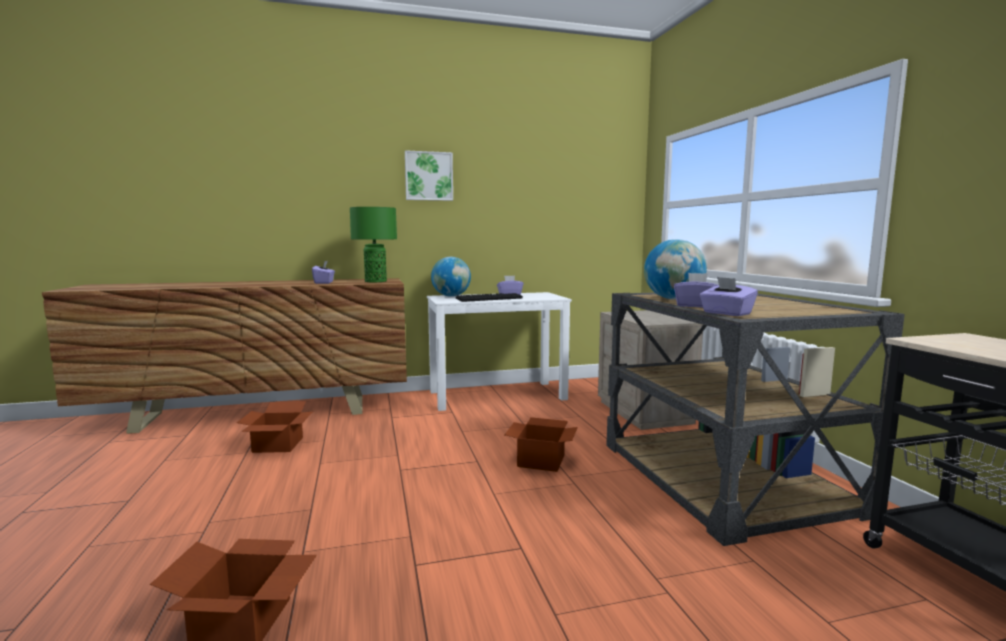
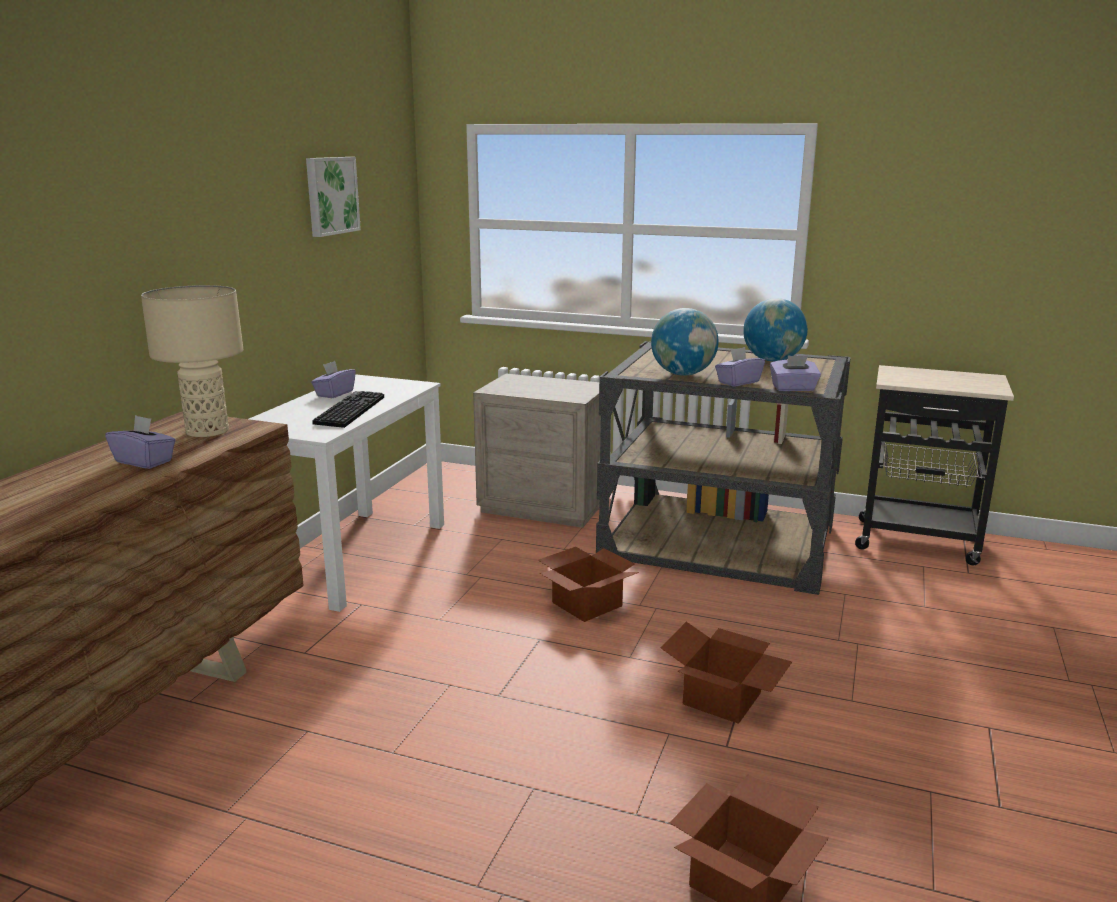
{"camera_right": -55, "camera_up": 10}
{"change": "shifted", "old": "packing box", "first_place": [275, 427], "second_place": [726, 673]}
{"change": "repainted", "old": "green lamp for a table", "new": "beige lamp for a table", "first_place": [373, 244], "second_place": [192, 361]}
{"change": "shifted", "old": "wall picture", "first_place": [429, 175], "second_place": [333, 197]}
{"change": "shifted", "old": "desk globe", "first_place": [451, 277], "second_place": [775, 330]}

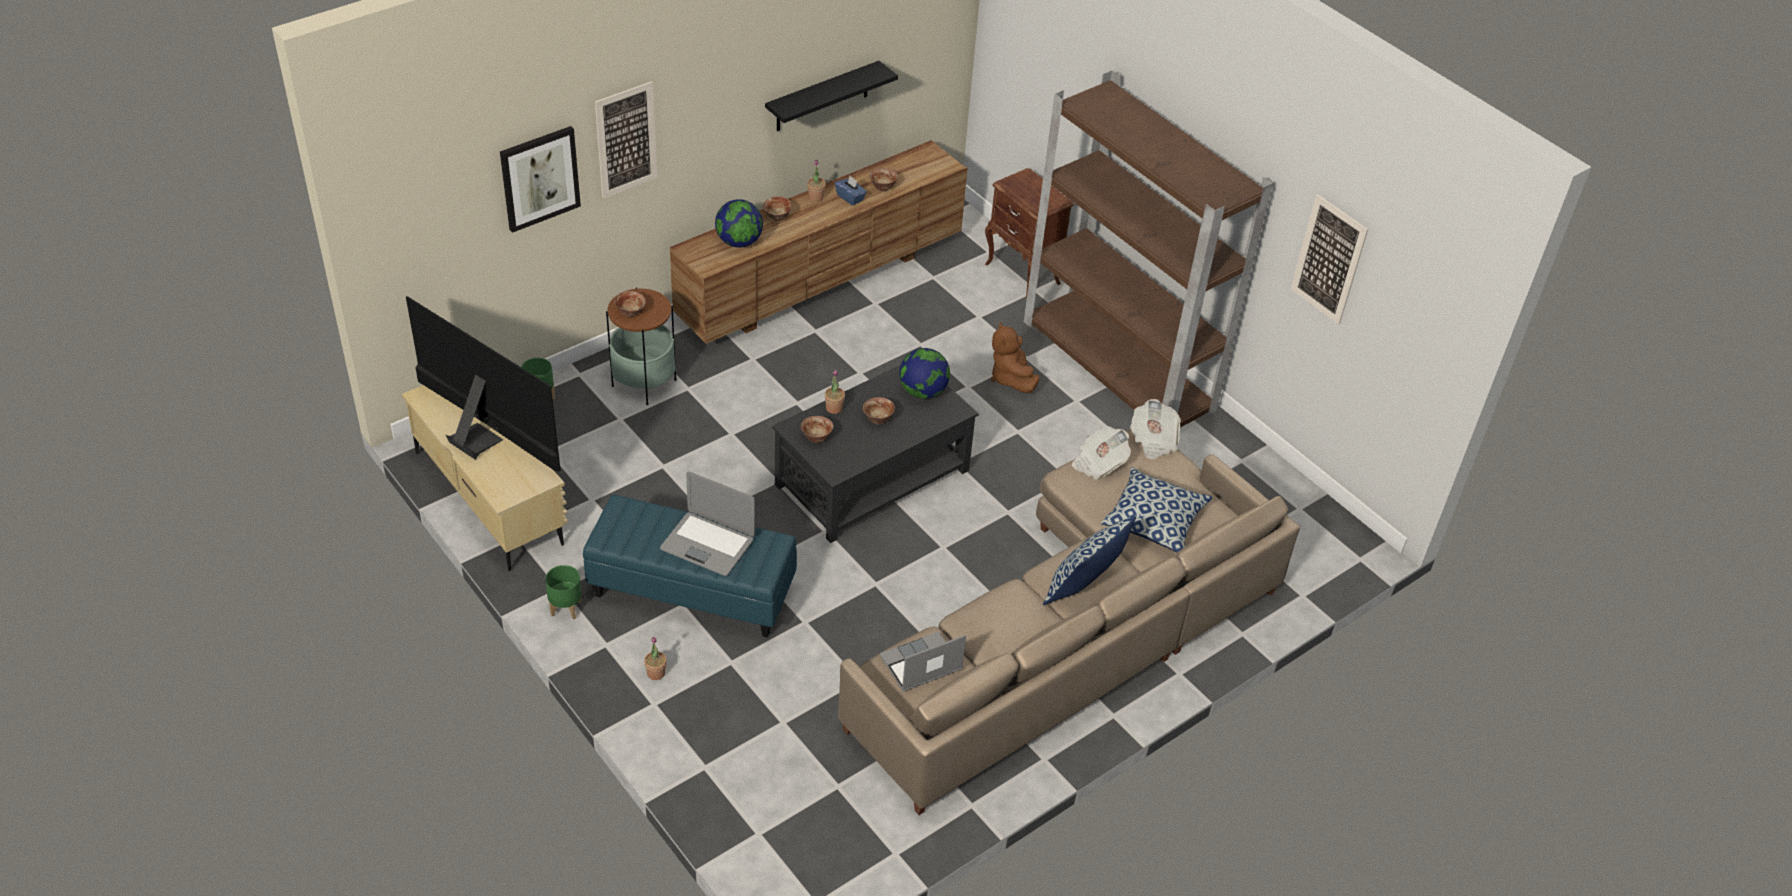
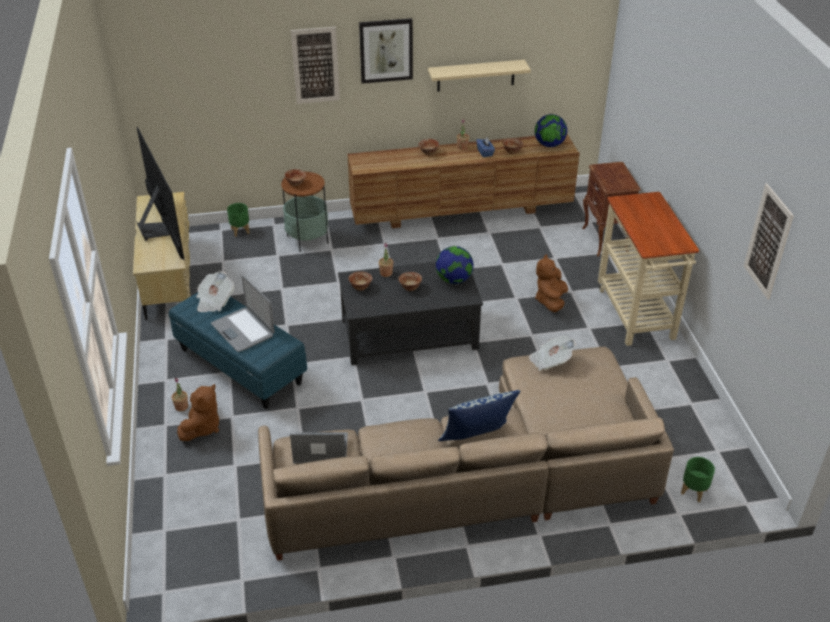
{"camera_right": 30, "camera_up": -5}
{"change": "shifted", "old": "wall picture", "first_place": [540, 179], "second_place": [386, 51]}
{"change": "shifted", "old": "green planter", "first_place": [563, 592], "second_place": [698, 479]}
{"change": "shifted", "old": "desk globe", "first_place": [739, 223], "second_place": [551, 130]}
{"change": "repainted", "old": "black wall shelf", "new": "beige wall shelf", "first_place": [831, 96], "second_place": [479, 76]}
{"change": "swapped", "old": "brown bookcase", "new": "beige trolley", "first_place": [1148, 249], "second_place": [648, 269]}
{"change": "gone", "old": "cushion", "first_place": [1157, 510]}
{"change": "shifted", "old": "printed paper", "first_place": [1155, 429], "second_place": [215, 291]}
{"change": "new", "new": "brown cuddly toy", "second_place": [198, 412]}

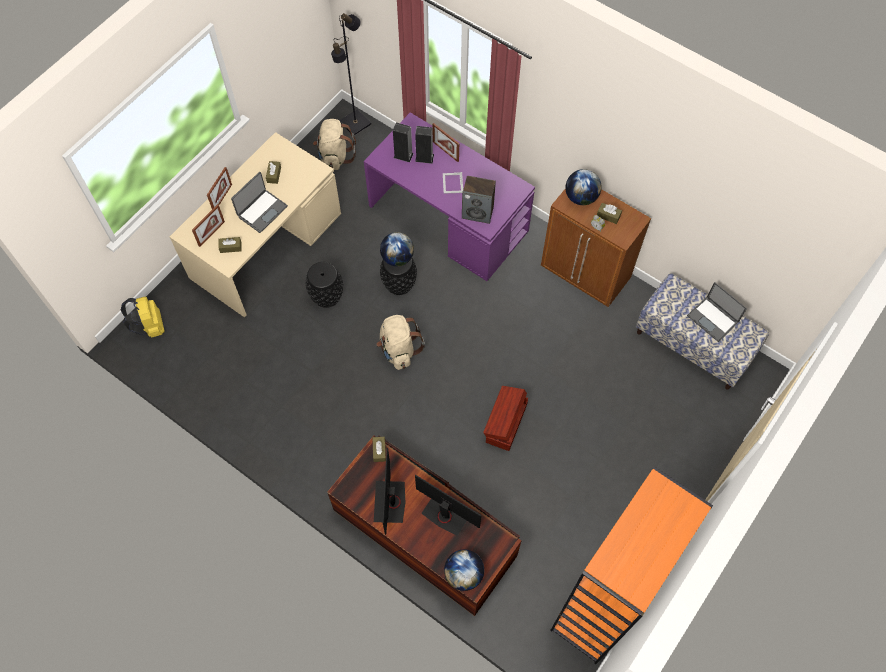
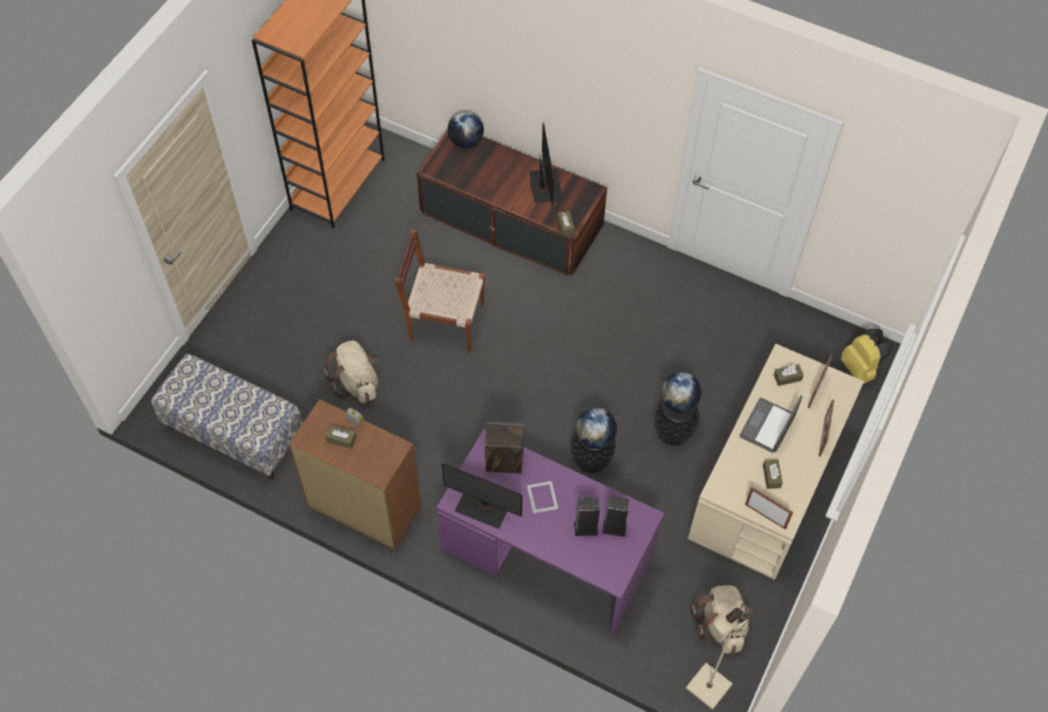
{"camera_right": 170, "camera_up": -5}
{"change": "repainted", "old": "black standing lamp", "new": "beige standing lamp", "first_place": [351, 74], "second_place": [717, 656]}
{"change": "shifted", "old": "beige knapsack", "first_place": [401, 342], "second_place": [350, 372]}
{"change": "shifted", "old": "computer screen", "first_place": [448, 505], "second_place": [482, 496]}
{"change": "shifted", "old": "photo frame", "first_place": [445, 142], "second_place": [769, 508]}
{"change": "swapped", "old": "brown storage bin", "new": "upright chair", "first_place": [505, 418], "second_place": [440, 291]}
{"change": "shifted", "old": "desk globe", "first_place": [583, 187], "second_place": [681, 392]}
{"change": "gone", "old": "laptop", "first_place": [717, 312]}

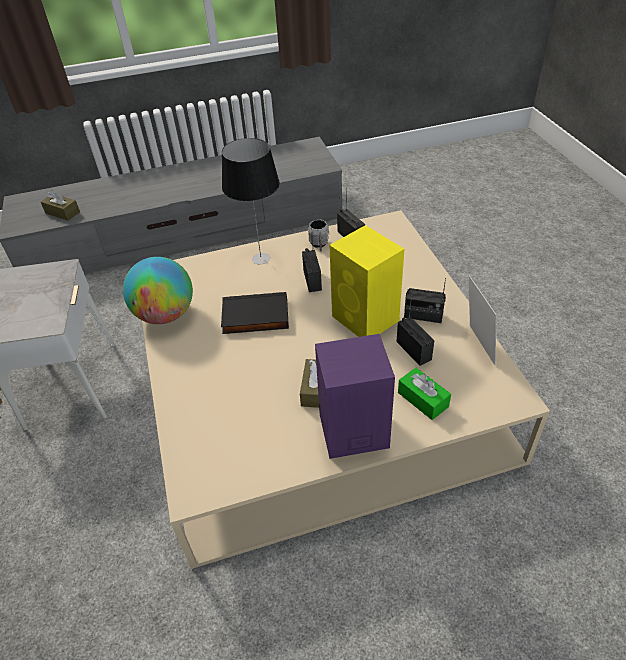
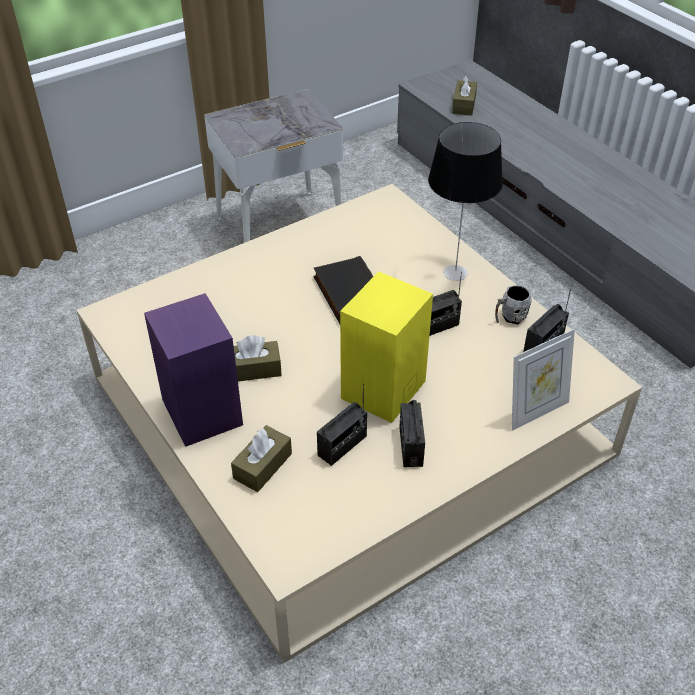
{"camera_right": 70, "camera_up": 0}
{"change": "gone", "old": "desk globe", "first_place": [158, 290]}
{"change": "repainted", "old": "green tissue holder", "new": "brown tissue holder", "first_place": [424, 394], "second_place": [261, 458]}
{"change": "shifted", "old": "photo frame", "first_place": [482, 320], "second_place": [543, 380]}

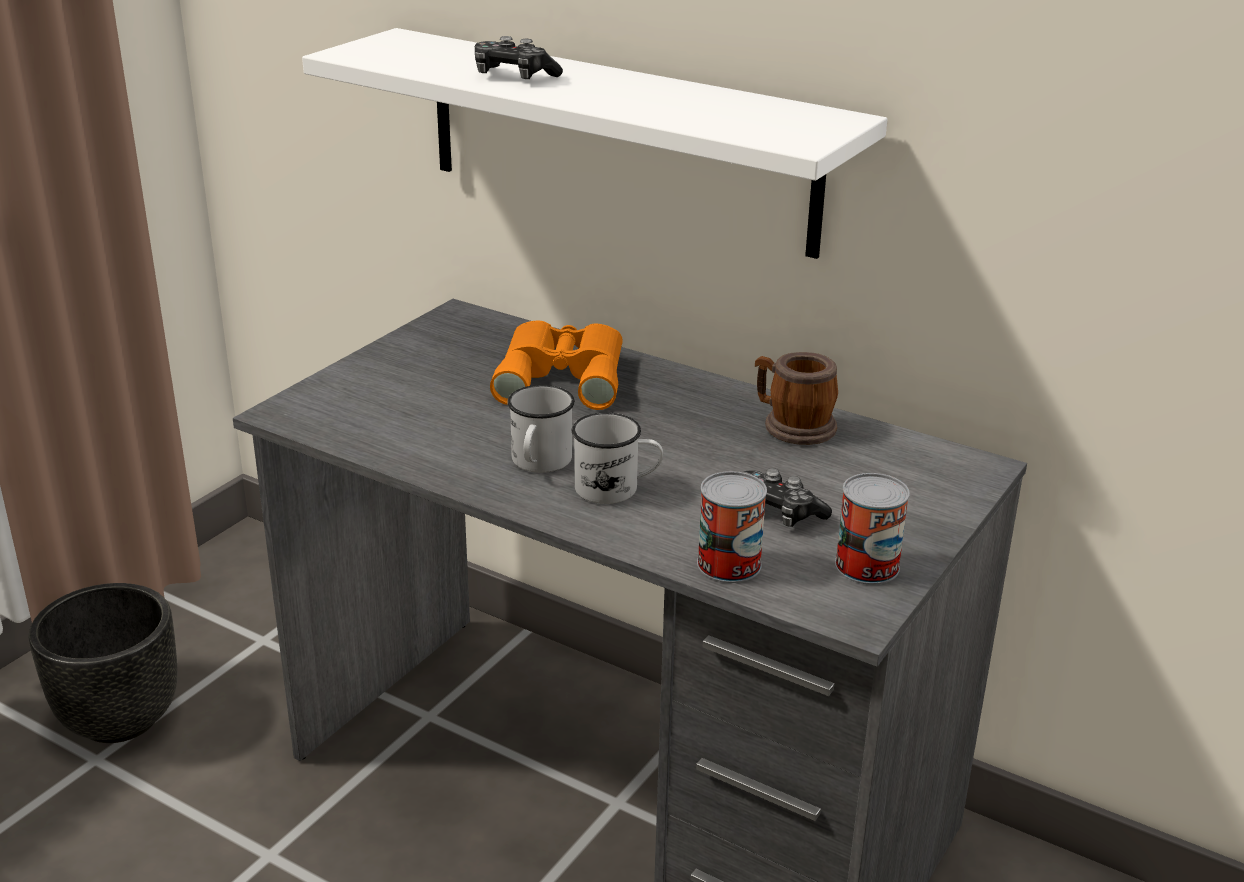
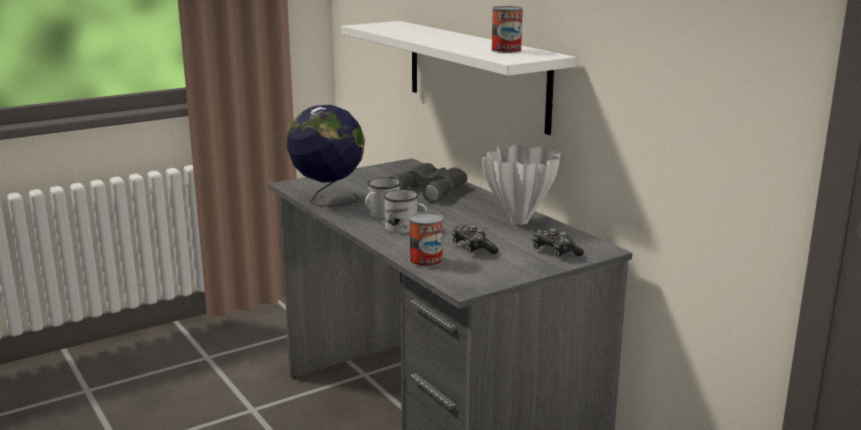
{"camera_right": 25, "camera_up": -10}
{"change": "gone", "old": "black planter", "first_place": [103, 663]}
{"change": "shifted", "old": "joypad", "first_place": [519, 57], "second_place": [558, 242]}
{"change": "repainted", "old": "orangey pair of binoculars", "new": "gray pair of binoculars", "first_place": [556, 365], "second_place": [427, 183]}
{"change": "swapped", "old": "tea mug", "new": "white-coloured decorative vase", "first_place": [796, 398], "second_place": [521, 185]}
{"change": "shifted", "old": "sealed can", "first_place": [872, 529], "second_place": [507, 29]}
{"change": "new", "new": "desk globe", "second_place": [326, 155]}

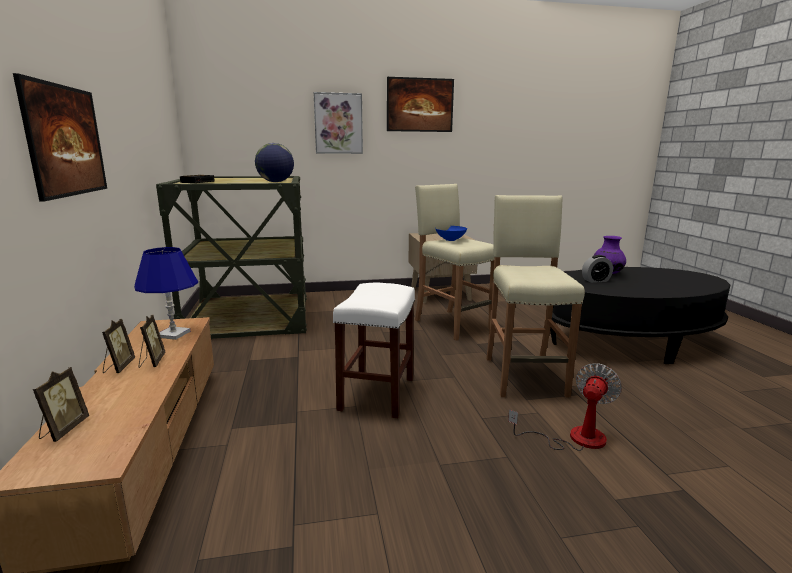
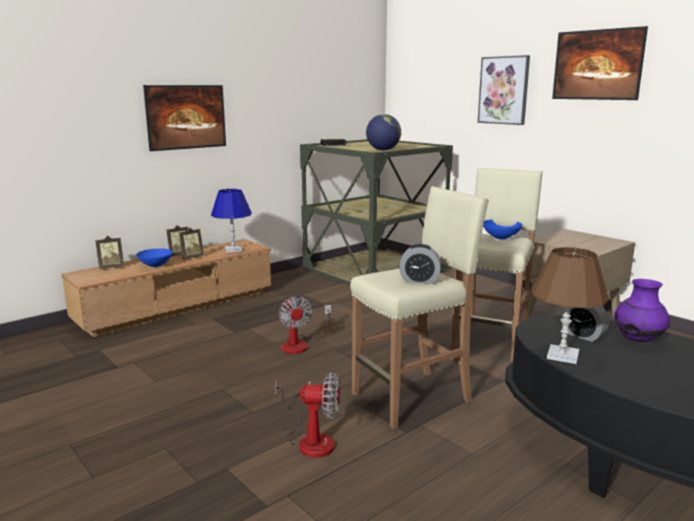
{"camera_right": 60, "camera_up": 0}
{"change": "swapped", "old": "white-coloured stool seat", "new": "fan", "first_place": [374, 350], "second_place": [305, 325]}
{"change": "new", "new": "bluish deep dish", "second_place": [154, 258]}
{"change": "new", "new": "alarm clock", "second_place": [420, 264]}
{"change": "new", "new": "brown lamp for a table", "second_place": [570, 305]}

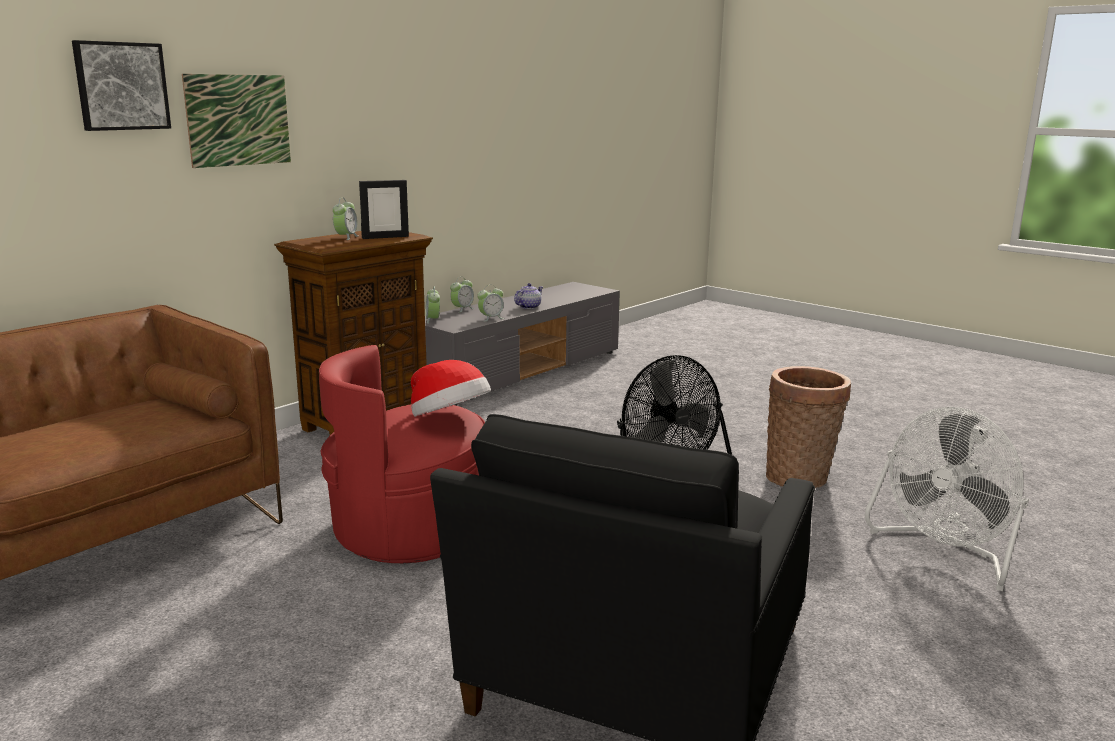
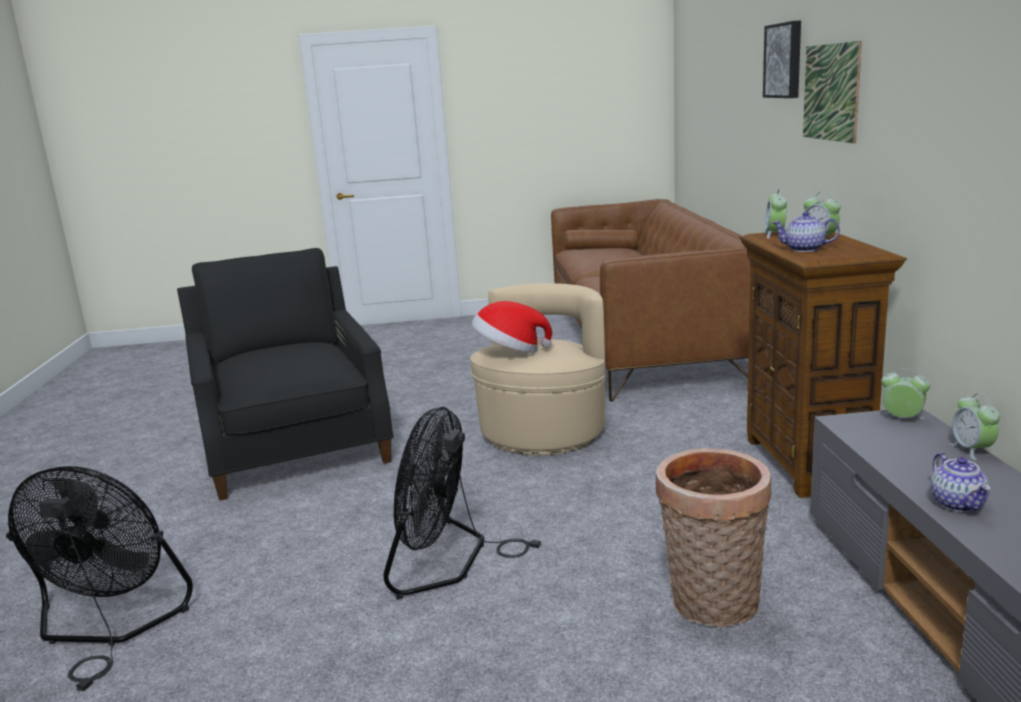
{"camera_right": 135, "camera_up": 0}
{"change": "repainted", "old": "red-coloured armchair", "new": "beige armchair", "first_place": [402, 454], "second_place": [538, 369]}
{"change": "swapped", "old": "photo frame", "new": "pot for tea", "first_place": [384, 209], "second_place": [806, 232]}
{"change": "shifted", "old": "alarm clock", "first_place": [490, 303], "second_place": [776, 214]}
{"change": "shifted", "old": "storage basket", "first_place": [808, 427], "second_place": [713, 537]}
{"change": "repainted", "old": "white-coloured fan", "new": "black fan", "first_place": [947, 499], "second_place": [99, 578]}

